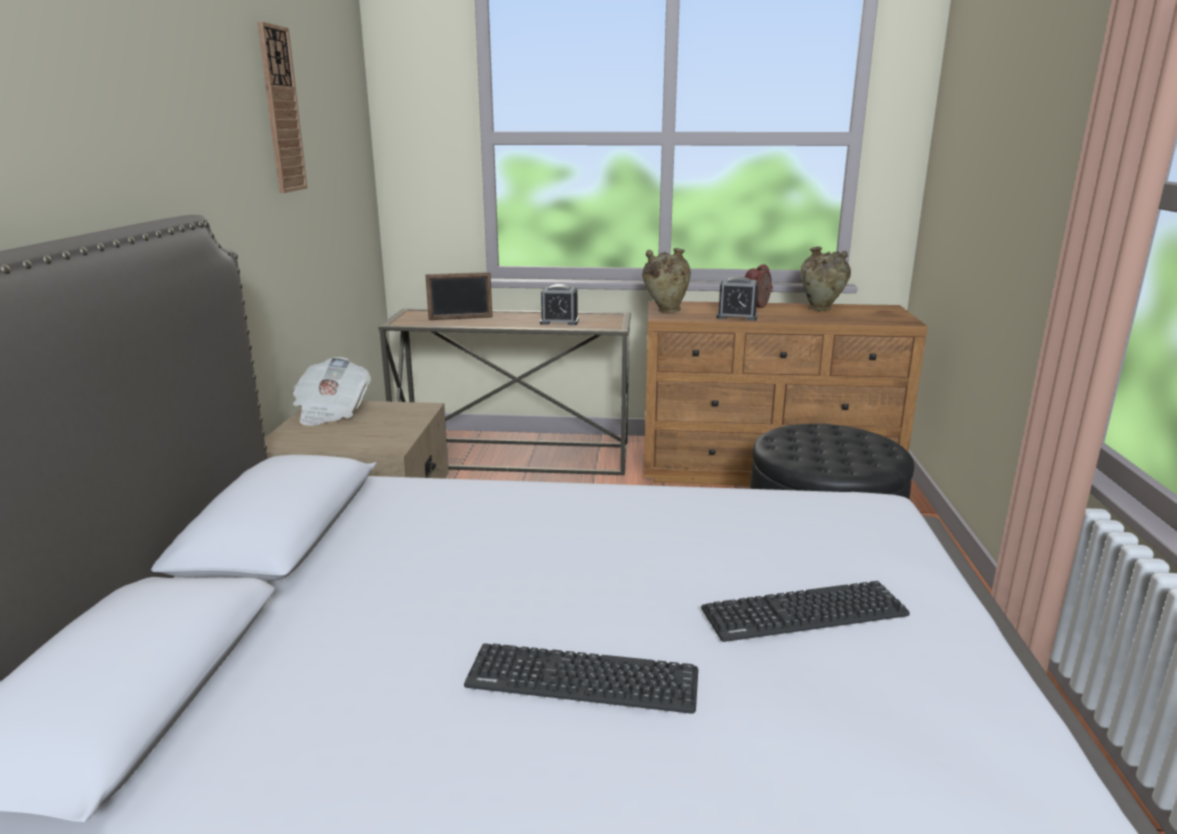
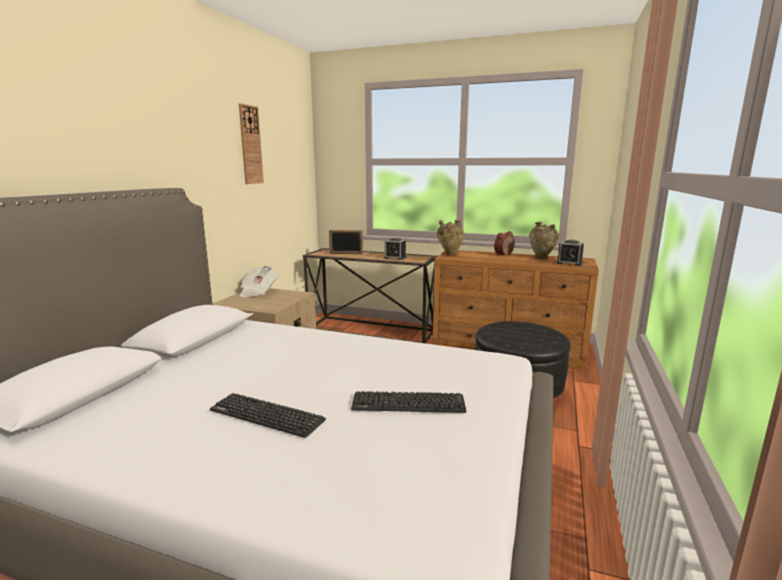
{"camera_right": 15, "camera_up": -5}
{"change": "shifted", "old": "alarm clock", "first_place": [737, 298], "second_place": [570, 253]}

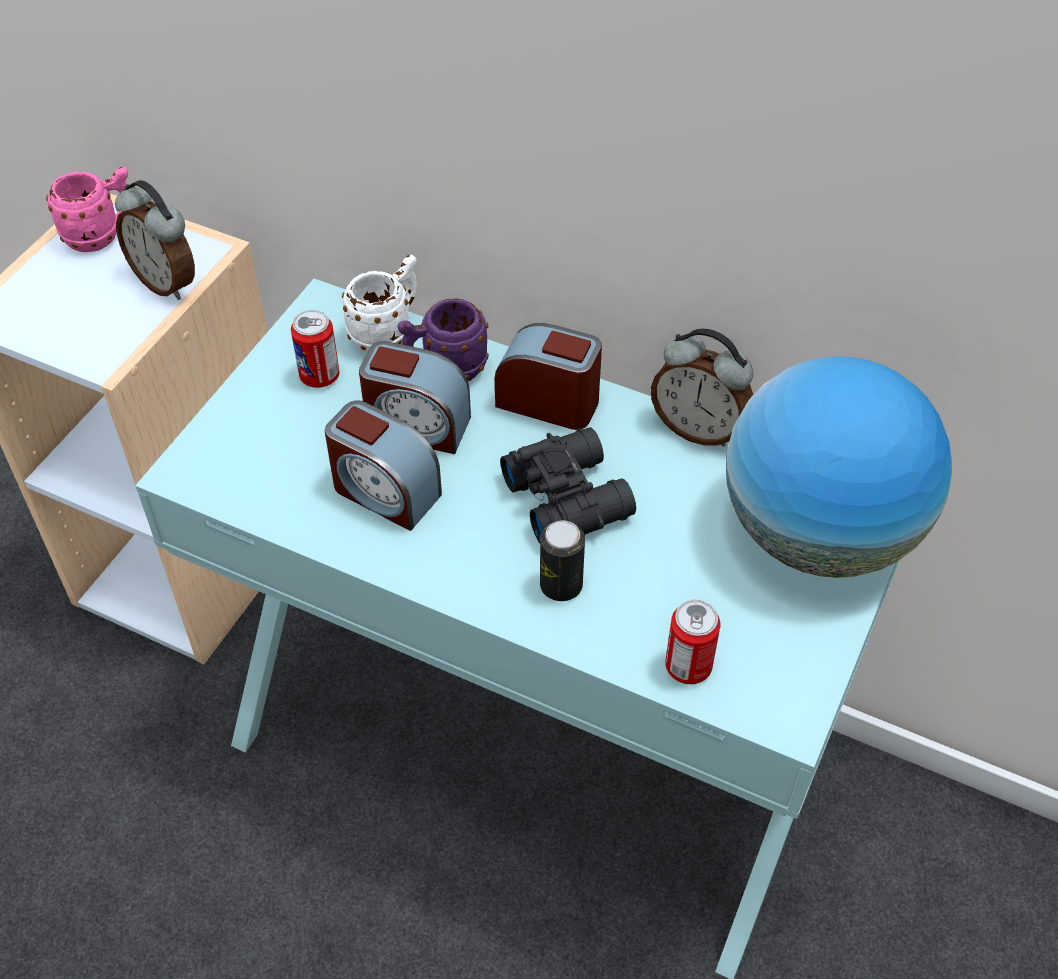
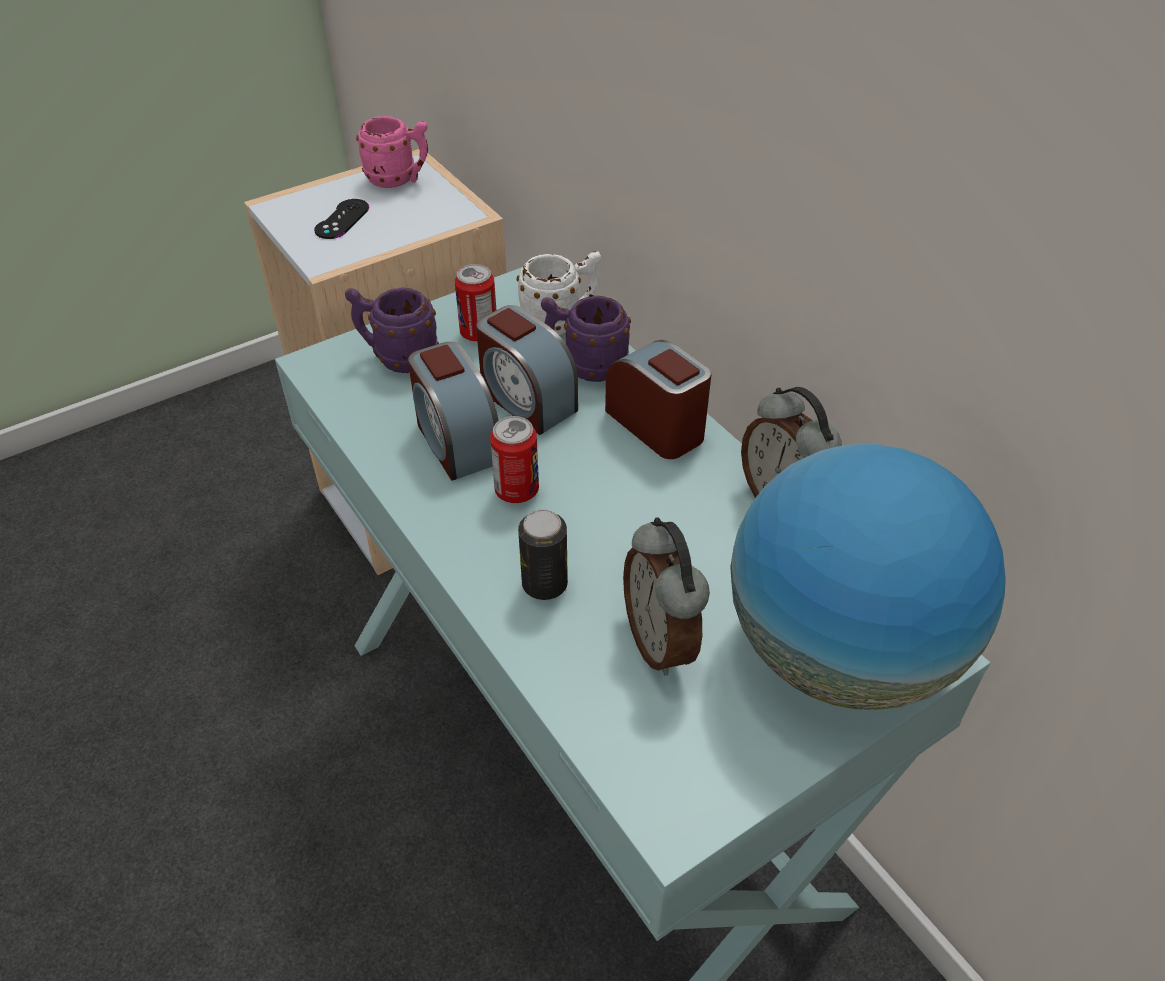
{"camera_right": 30, "camera_up": -5}
{"change": "shifted", "old": "alarm clock", "first_place": [155, 240], "second_place": [666, 596]}
{"change": "gone", "old": "black pair of binoculars", "first_place": [568, 485]}
{"change": "shifted", "old": "sealed can", "first_place": [692, 642], "second_place": [514, 459]}
{"change": "new", "new": "black joypad", "second_place": [341, 219]}
{"change": "new", "new": "purple tea mug", "second_place": [392, 330]}

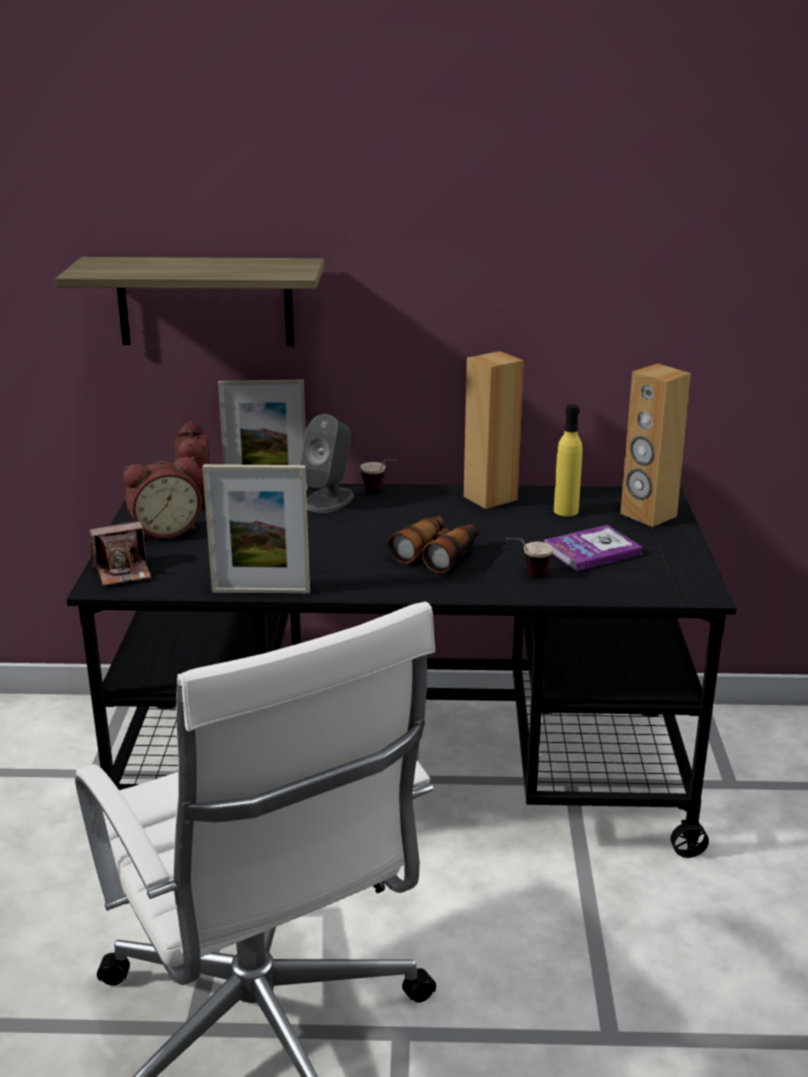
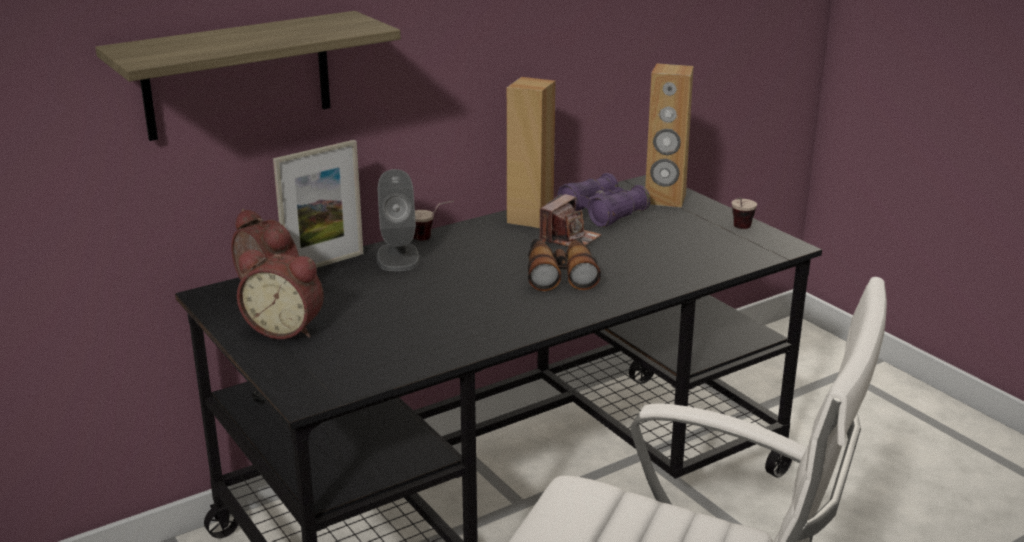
{"camera_right": -35, "camera_up": 0}
{"change": "shifted", "old": "photo camera", "first_place": [120, 553], "second_place": [570, 220]}
{"change": "rotated", "old": "alarm clock", "first_place": [163, 497], "second_place": [280, 294], "degrees": 75}
{"change": "gone", "old": "photo frame", "first_place": [256, 529]}
{"change": "shifted", "old": "cup", "first_place": [530, 558], "second_place": [744, 213]}
{"change": "gone", "old": "book", "first_place": [593, 548]}
{"change": "swapped", "old": "yellowish bottle", "new": "purple pair of binoculars", "first_place": [568, 460], "second_place": [604, 200]}

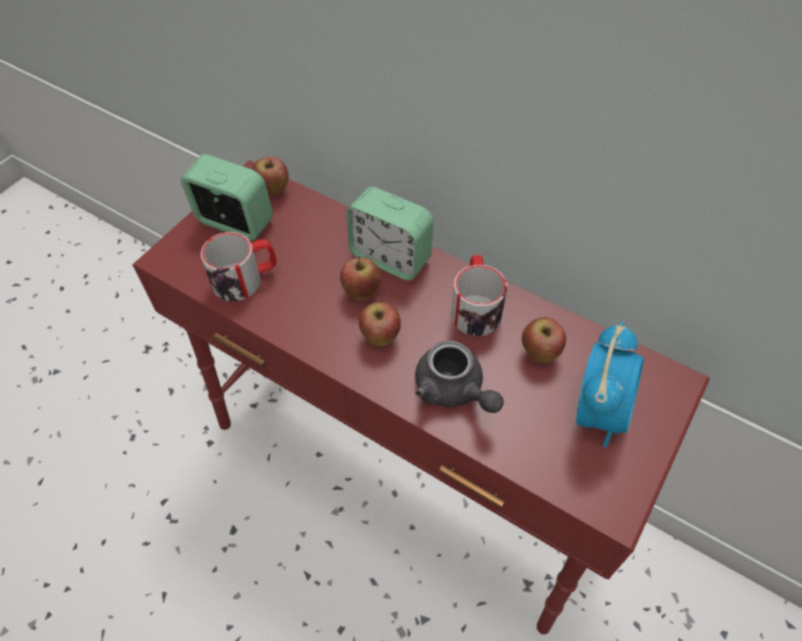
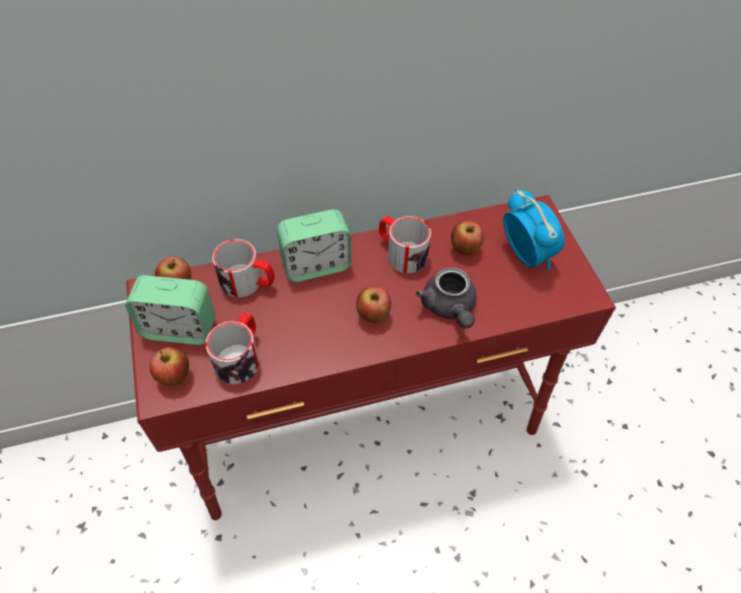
{"camera_right": -50, "camera_up": 0}
{"change": "rotated", "old": "alarm clock", "first_place": [227, 197], "second_place": [170, 310], "degrees": -150}
{"change": "shifted", "old": "apple", "first_place": [360, 278], "second_place": [169, 366]}
{"change": "rotated", "old": "gray pot for tea", "first_place": [459, 377], "second_place": [446, 298], "degrees": 75}
{"change": "new", "new": "tea mug", "second_place": [243, 268]}

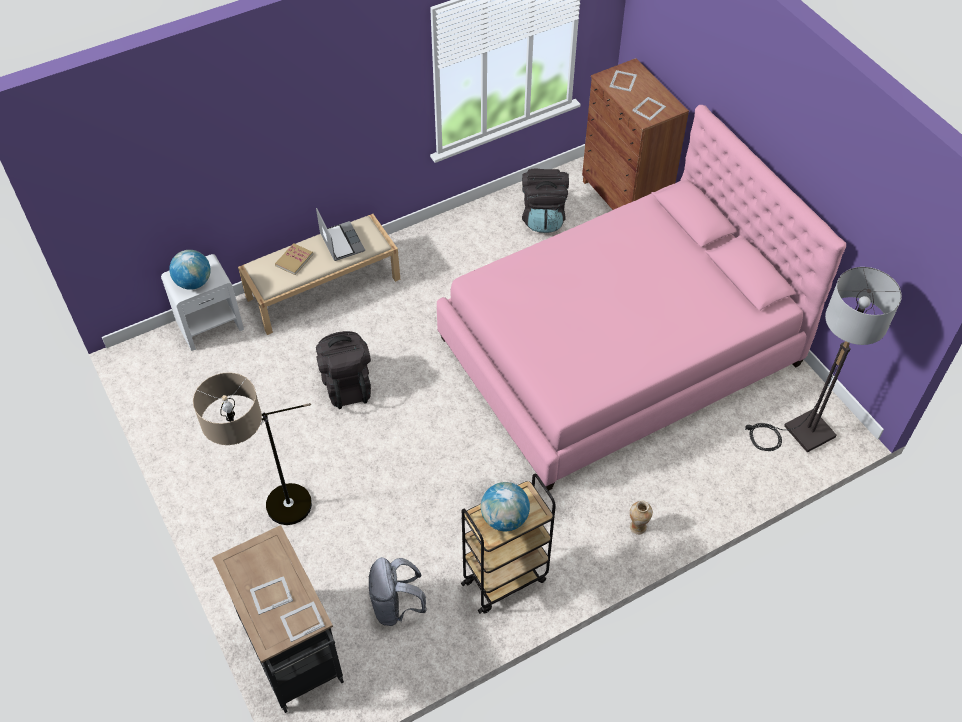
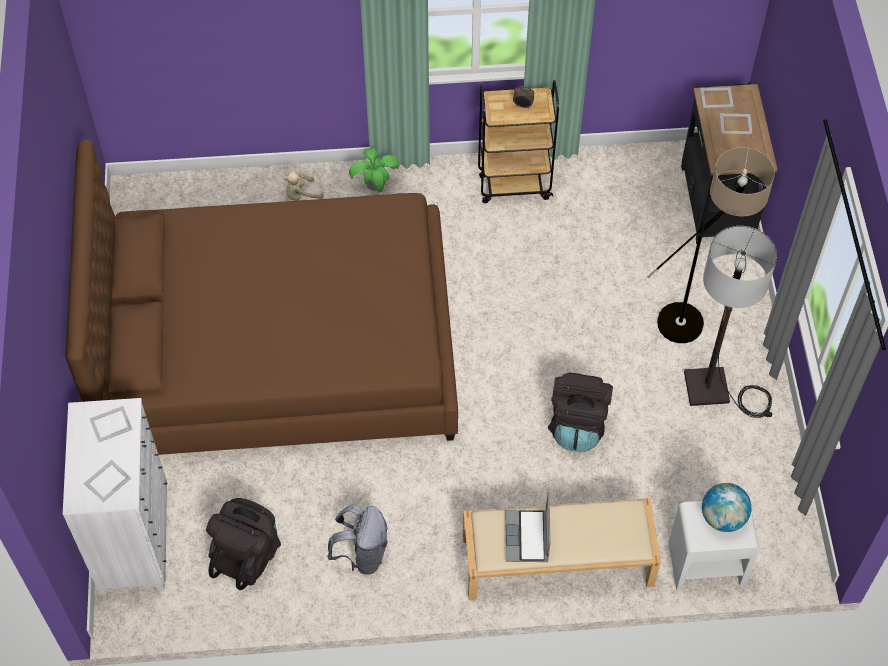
{"camera_right": -155, "camera_up": 5}
{"change": "gone", "old": "book", "first_place": [294, 259]}
{"change": "shifted", "old": "gray knapsack", "first_place": [398, 591], "second_place": [357, 540]}
{"change": "repainted", "old": "pink bed", "new": "brown bed", "first_place": [641, 298], "second_place": [262, 297]}
{"change": "swapped", "old": "desk globe", "new": "alarm clock", "first_place": [505, 506], "second_place": [523, 97]}
{"change": "repainted", "old": "brown drawer chest", "new": "white-coloured drawer chest", "first_place": [635, 134], "second_place": [115, 496]}
{"change": "swapped", "old": "decorative vase", "new": "potted plant", "first_place": [641, 518], "second_place": [374, 169]}
{"change": "shifted", "old": "standing lamp", "first_place": [823, 359], "second_place": [730, 322]}
{"change": "new", "new": "beige cuddly toy", "second_place": [304, 186]}

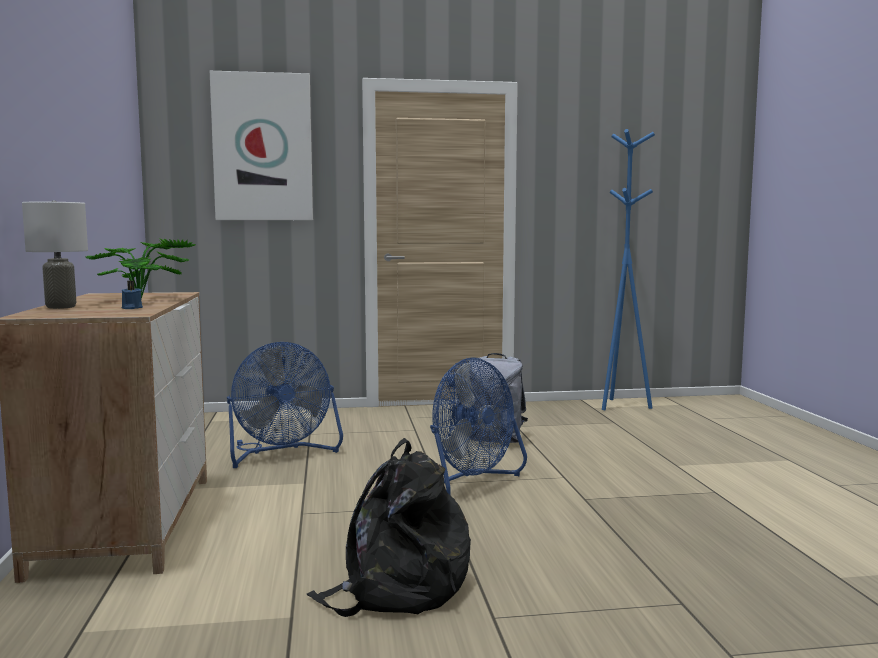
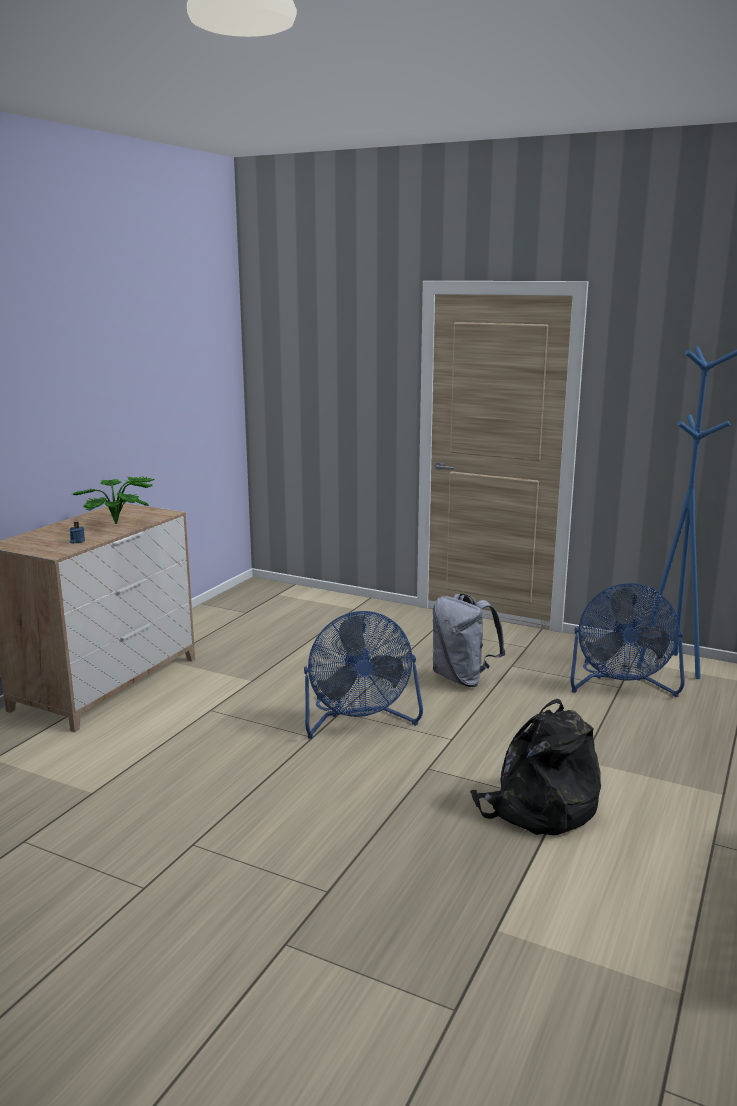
{"camera_right": 35, "camera_up": 10}
{"change": "gone", "old": "white-coloured lamp for a table", "first_place": [55, 254]}
{"change": "gone", "old": "wall picture", "first_place": [261, 145]}
{"change": "shifted", "old": "bluish fan", "first_place": [285, 405], "second_place": [627, 640]}
{"change": "shifted", "old": "black knapsack", "first_place": [389, 527], "second_place": [535, 767]}

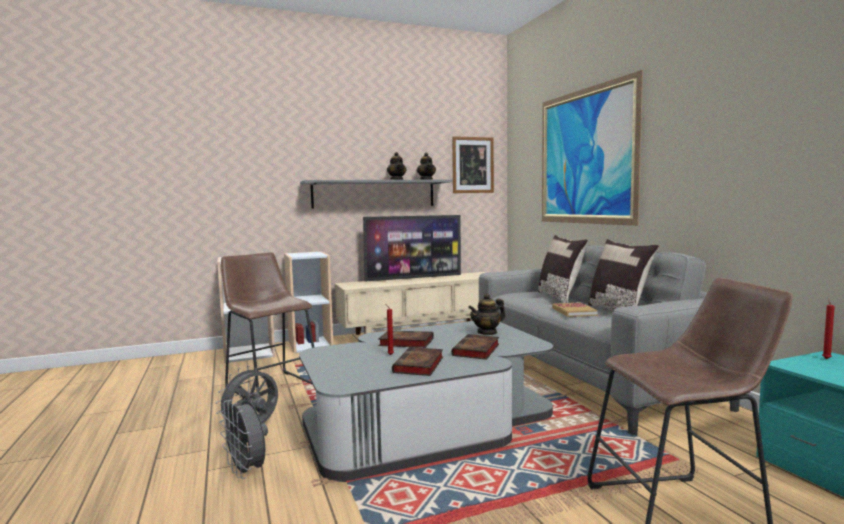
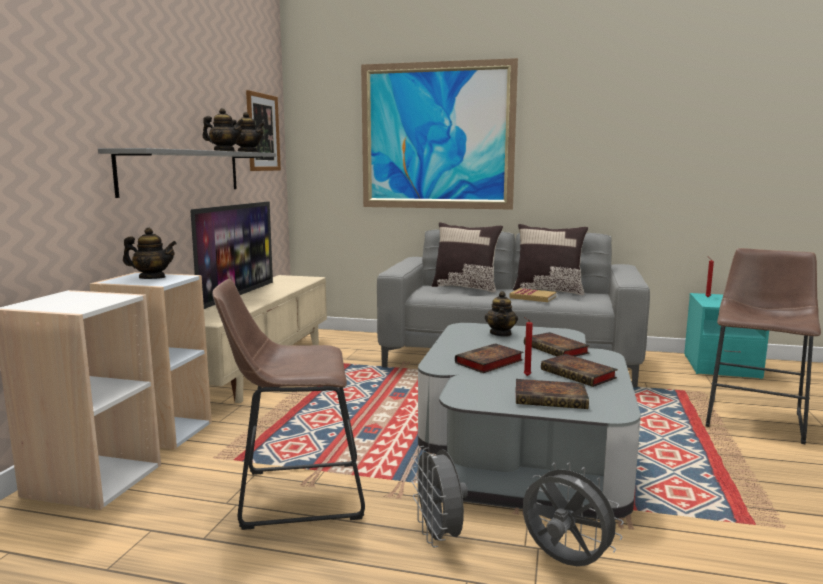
{"camera_right": -55, "camera_up": 5}
{"change": "rotated", "old": "gray fan", "first_place": [243, 439], "second_place": [573, 514], "degrees": -135}
{"change": "new", "new": "pot for tea", "second_place": [150, 253]}
{"change": "new", "new": "book", "second_place": [552, 394]}

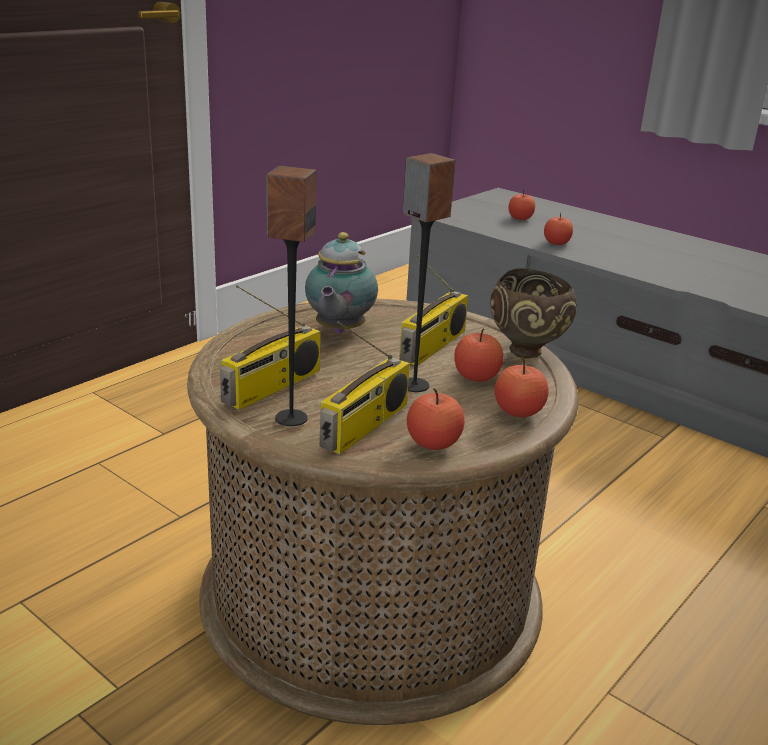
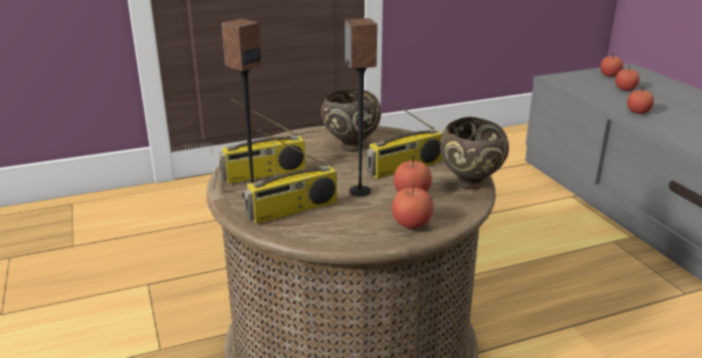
{"camera_right": 30, "camera_up": 0}
{"change": "swapped", "old": "pot for tea", "new": "brown deep dish", "first_place": [341, 282], "second_place": [351, 120]}
{"change": "shifted", "old": "apple", "first_place": [436, 419], "second_place": [611, 65]}

